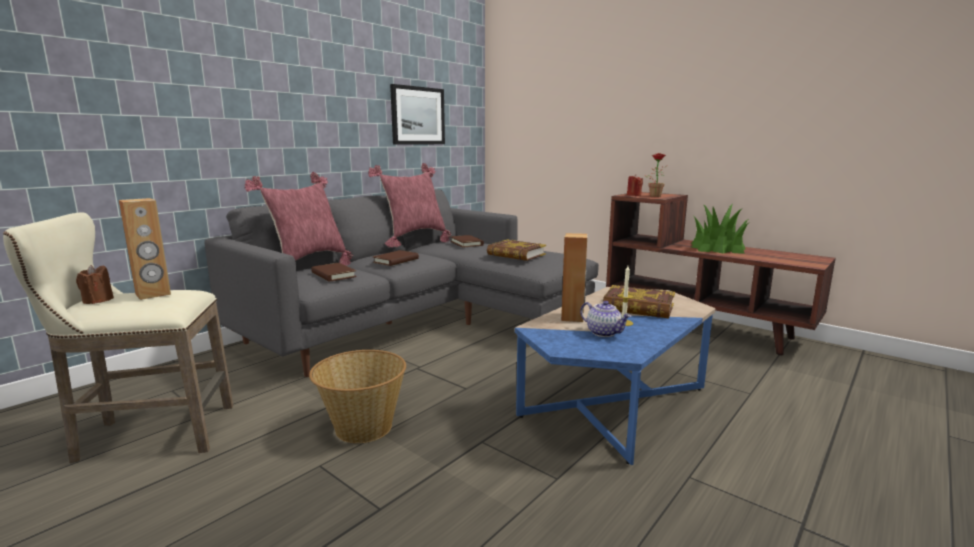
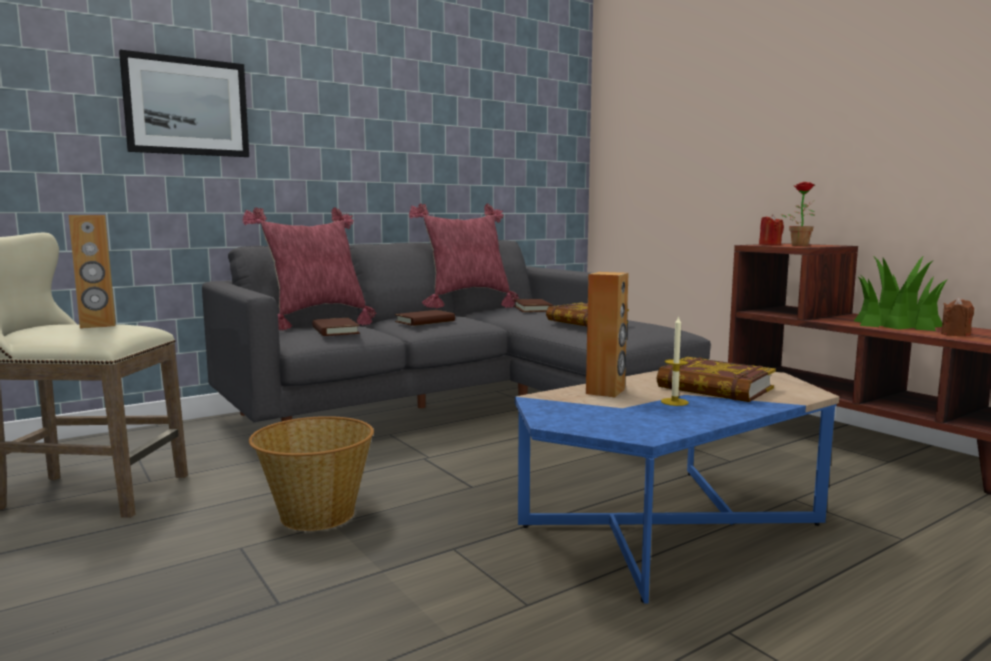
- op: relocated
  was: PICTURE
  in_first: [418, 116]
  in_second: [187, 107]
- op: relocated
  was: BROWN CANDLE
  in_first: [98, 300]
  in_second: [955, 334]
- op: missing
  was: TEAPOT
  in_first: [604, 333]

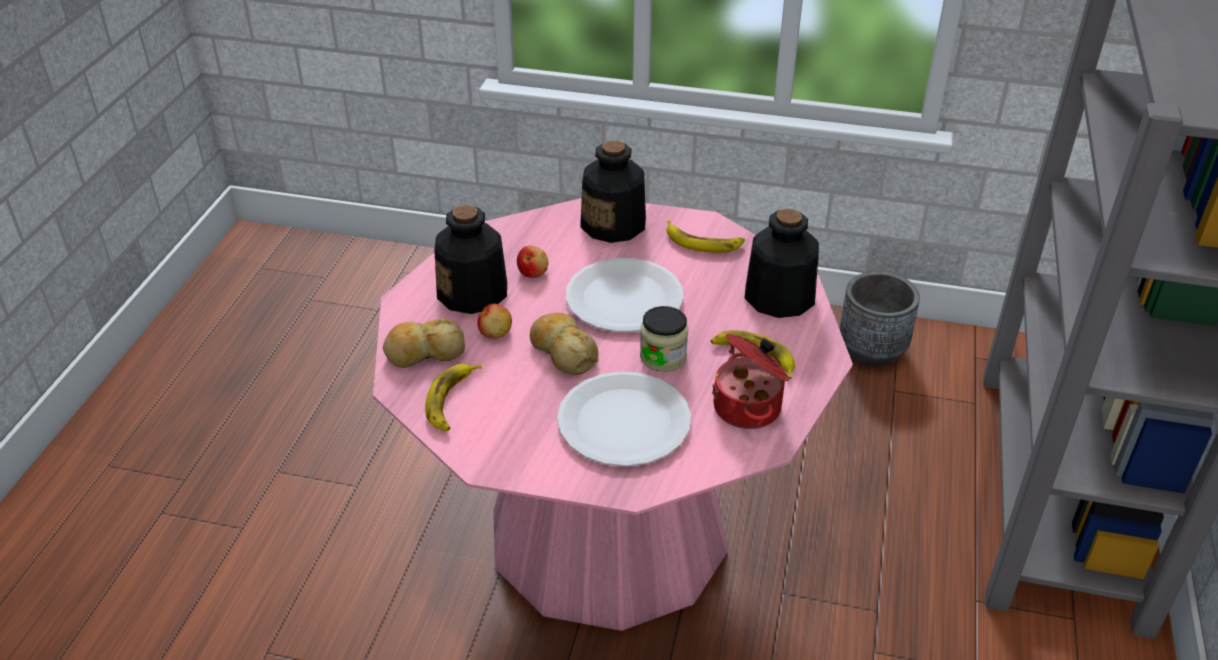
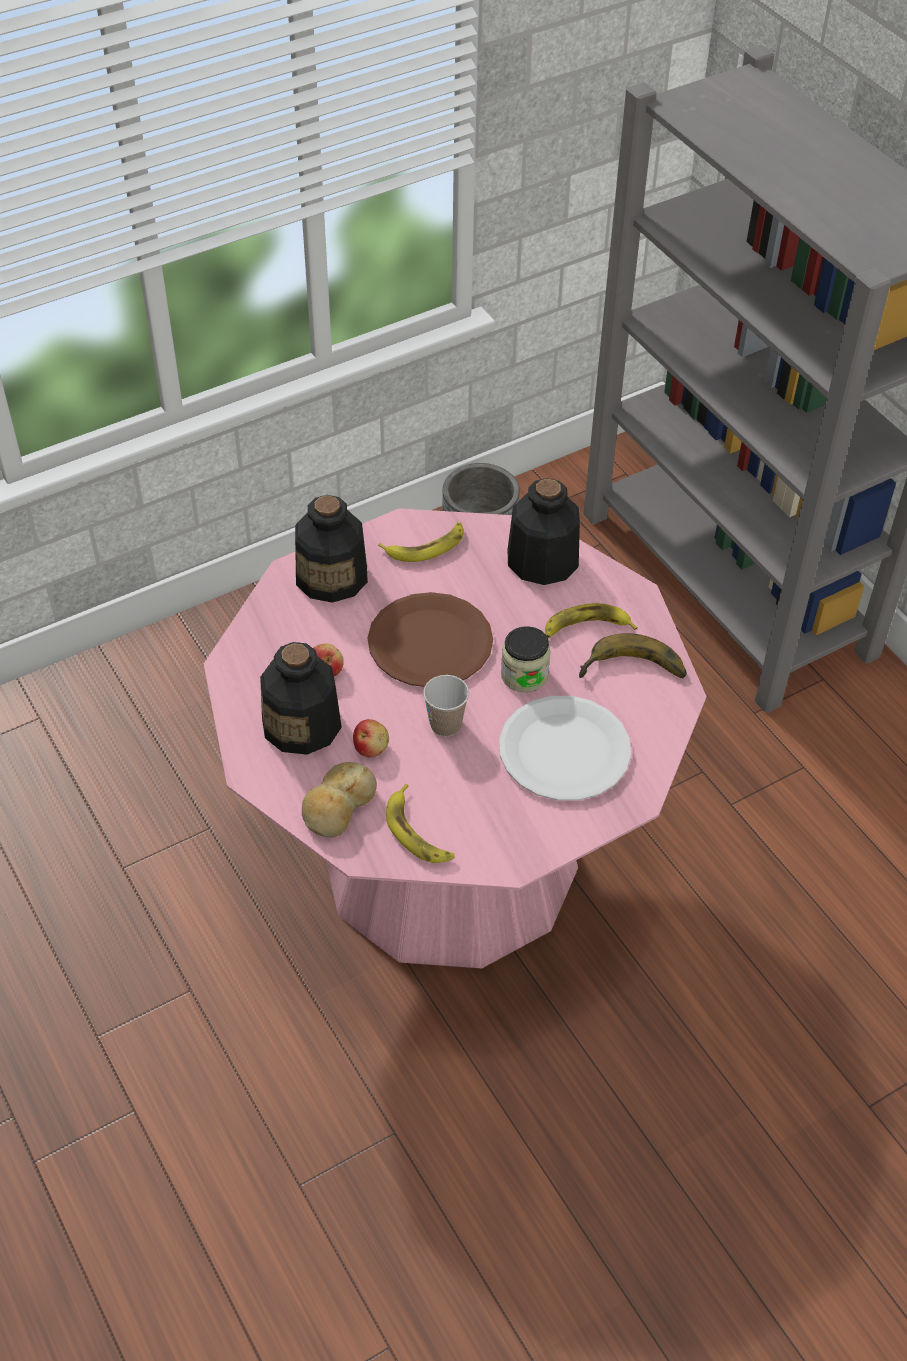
- op: colour
  was: WHITE PLATE
  now: BROWN PLATE
  in_first: [624, 298]
  in_second: [430, 643]
- op: exchanged
  was: BREAD
  now: CUP
  in_first: [563, 351]
  in_second: [445, 725]
- op: exchanged
  was: COOKING POT
  now: BANANA
  in_first: [749, 407]
  in_second: [633, 673]

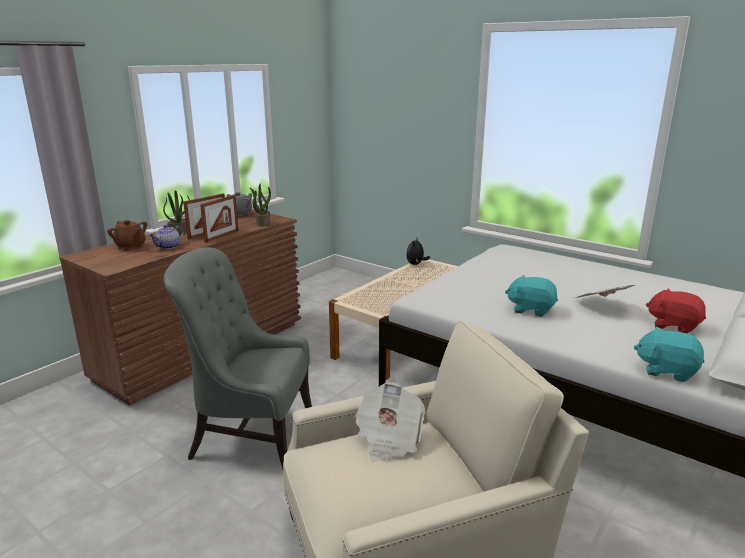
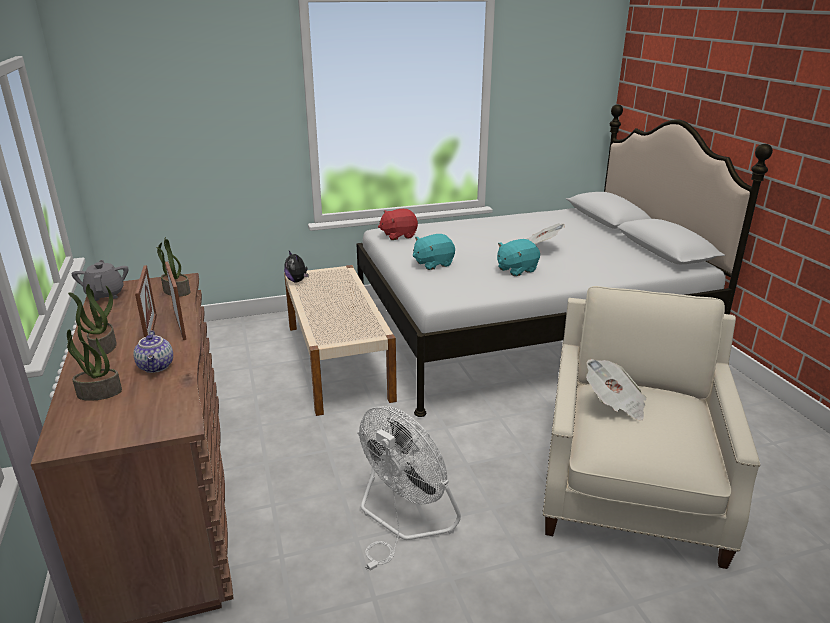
- op: exchanged
  was: BROWN TEAPOT
  now: POTTED PLANT
  in_first: [130, 246]
  in_second: [99, 393]
- op: exchanged
  was: GREY CHAIR
  now: WHITE FAN
  in_first: [250, 434]
  in_second: [397, 518]
- op: relocated
  was: RED PLUSH TOY
  in_first: [673, 325]
  in_second: [398, 235]
- op: relocated
  was: TURQUOISE PLUSH TOY
  in_first: [666, 370]
  in_second: [433, 264]

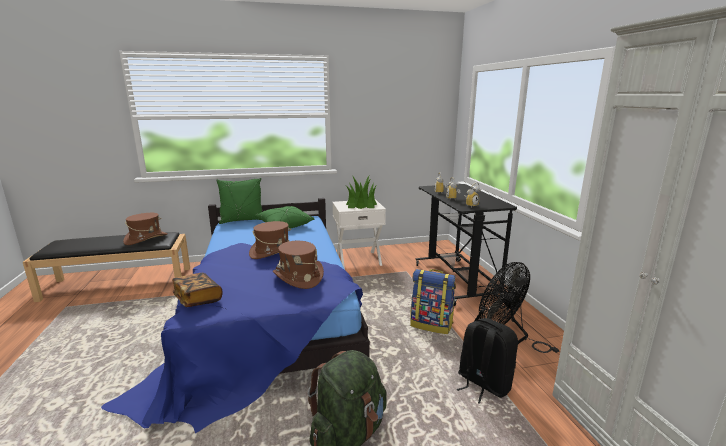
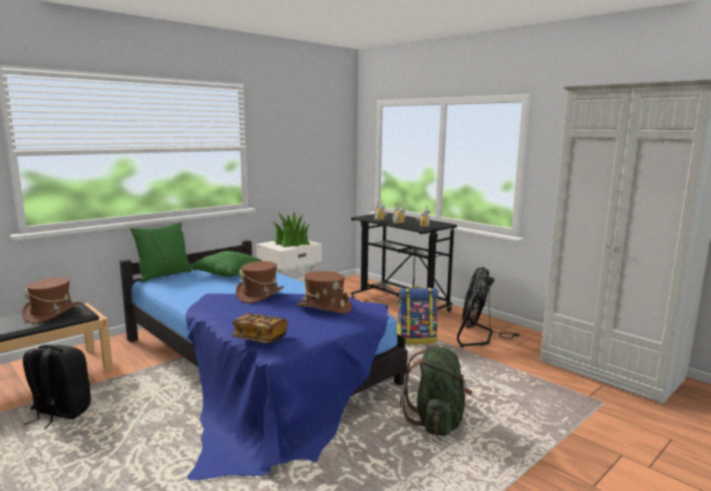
- op: relocated
  was: BLACK BACKPACK
  in_first: [483, 384]
  in_second: [60, 413]

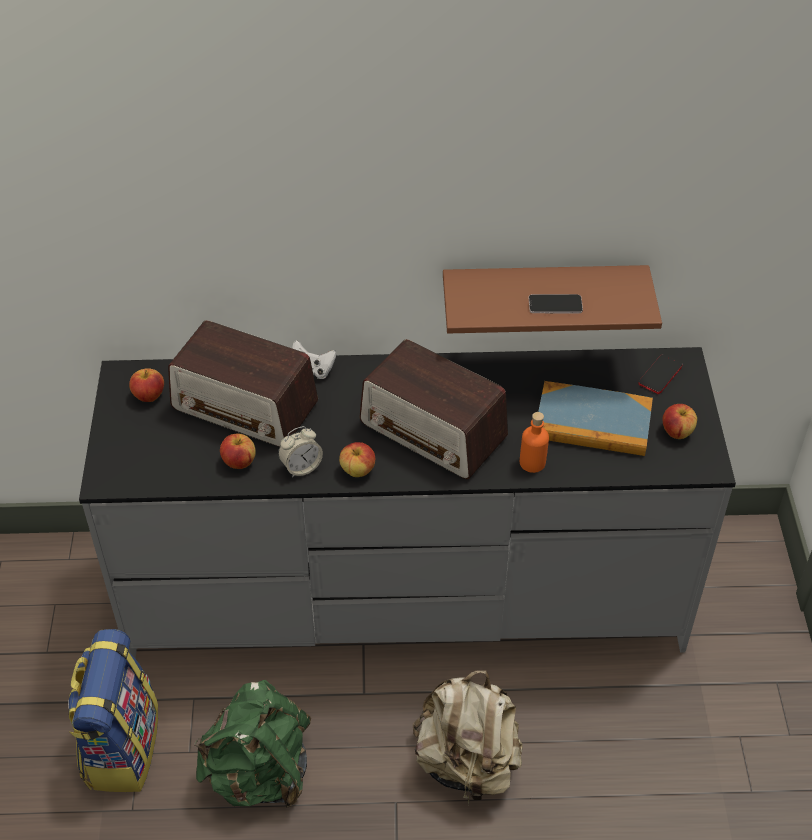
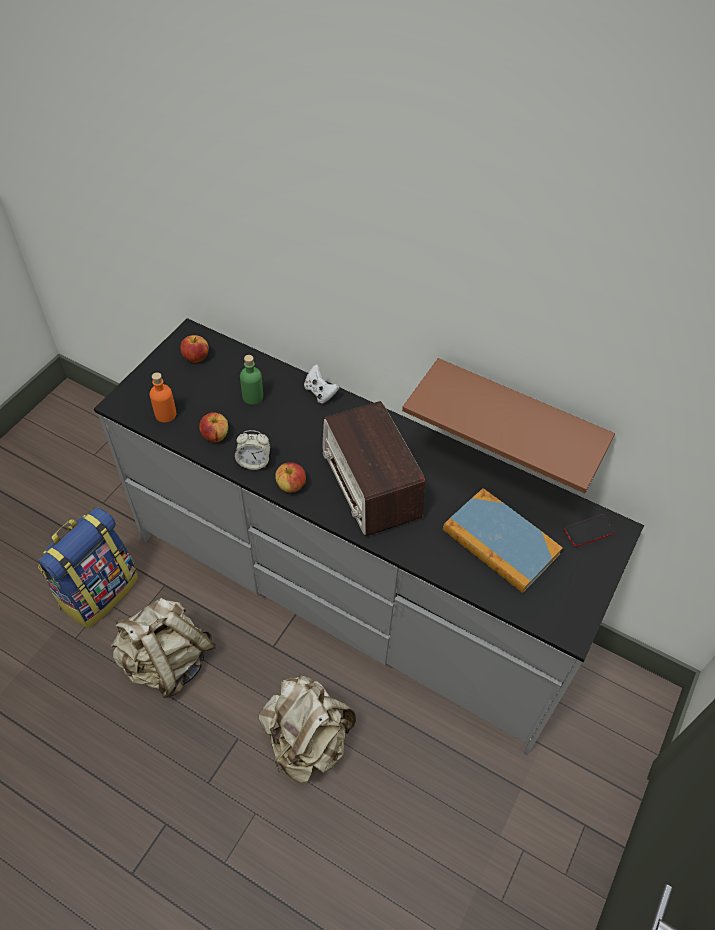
- op: missing
  was: PHONE
  in_first: [555, 305]
- op: exchanged
  was: RADIO
  now: GREEN BOTTLE
  in_first: [245, 406]
  in_second: [252, 397]
- op: missing
  was: APPLE
  in_first: [677, 432]
- op: relocated
  was: ORANGE BOTTLE
  in_first: [532, 462]
  in_second: [165, 414]
- op: colour
  was: GREEN BACKPACK
  now: BEIGE BACKPACK
  in_first: [260, 773]
  in_second: [167, 661]

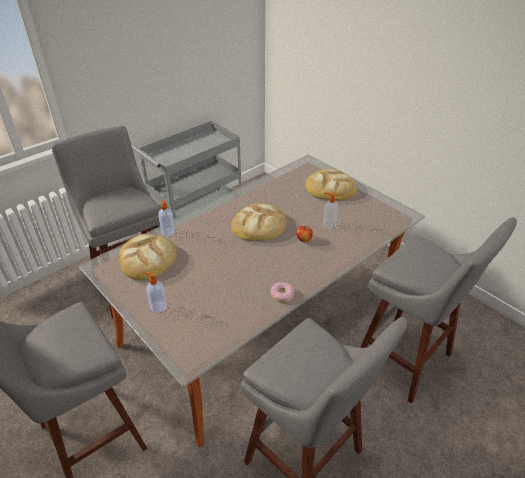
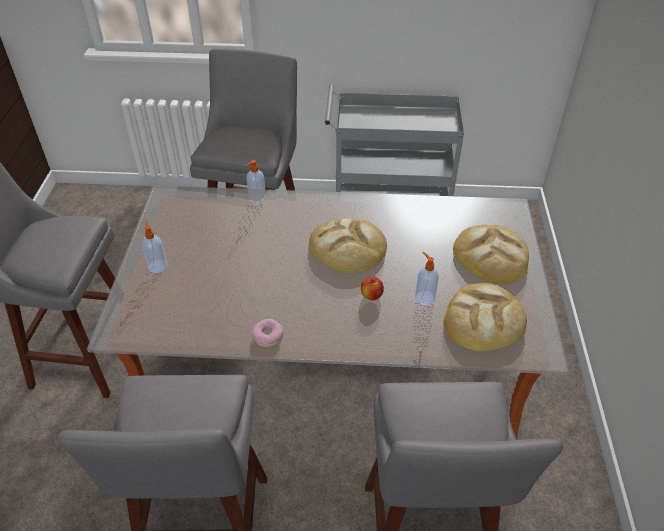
- op: relocated
  was: BREAD
  in_first: [148, 259]
  in_second: [483, 320]

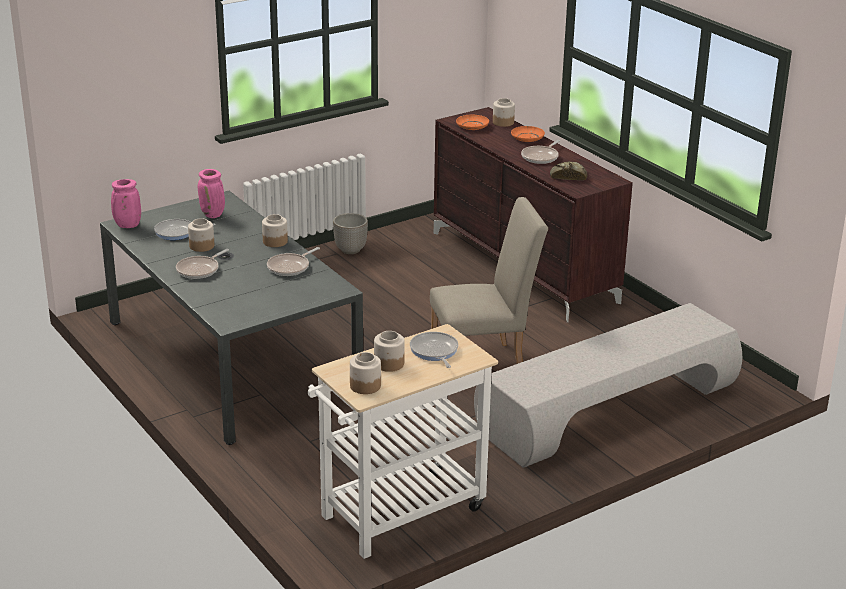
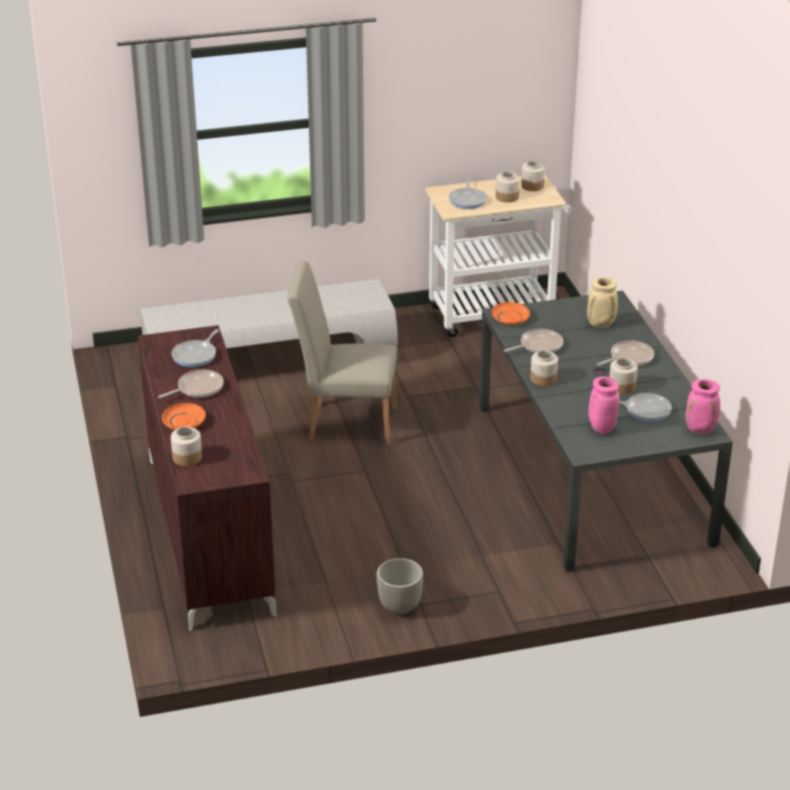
- op: relocated
  was: ORANGE PLATE
  in_first: [472, 126]
  in_second: [510, 318]
- op: exchanged
  was: BREAD
  now: FRYING PAN
  in_first: [568, 176]
  in_second: [196, 355]
- op: appeared
  now: BEIGE VASE
  in_second: [601, 324]

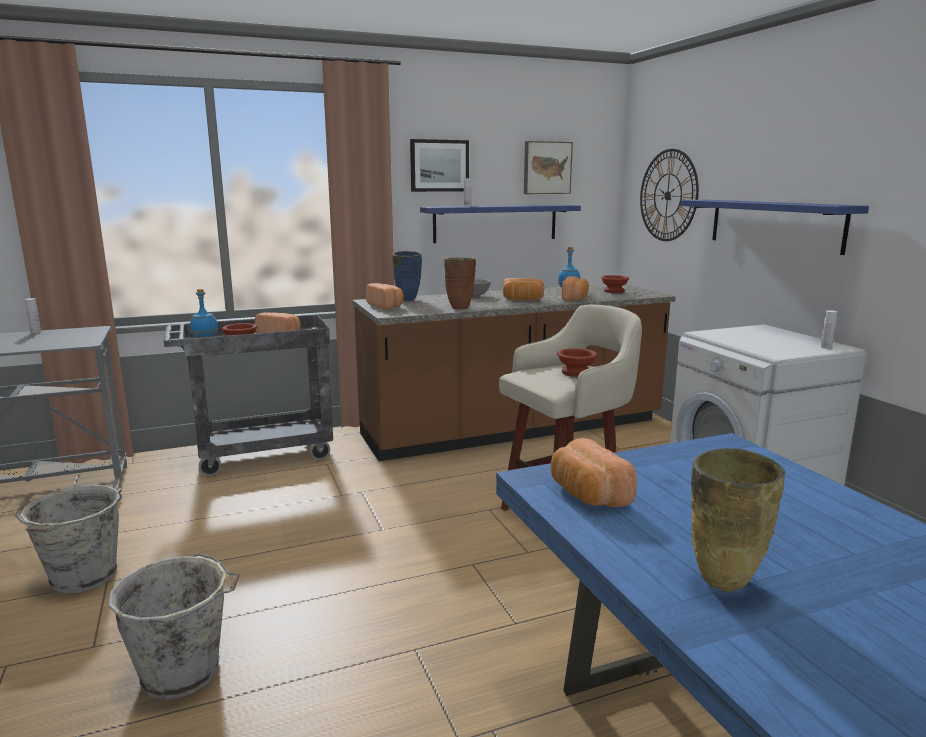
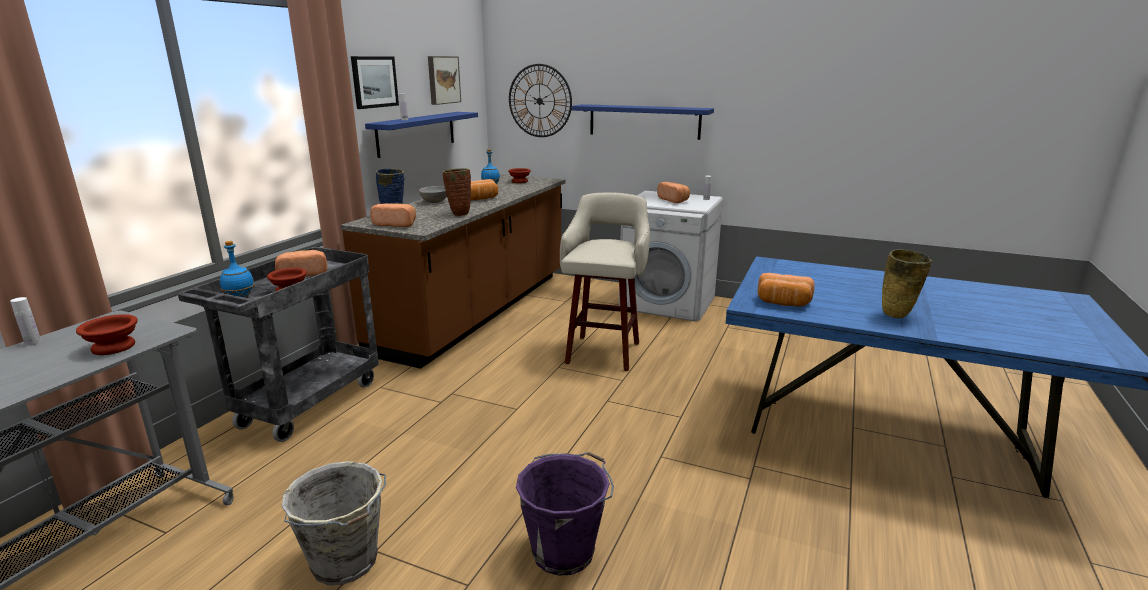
- op: relocated
  was: BREAD
  in_first: [575, 299]
  in_second: [674, 200]
- op: relocated
  was: BROWN BOWL
  in_first: [576, 373]
  in_second: [114, 347]
- op: colour
  was: GREY BUCKET
  now: PURPLE BUCKET
  in_first: [184, 672]
  in_second: [565, 550]

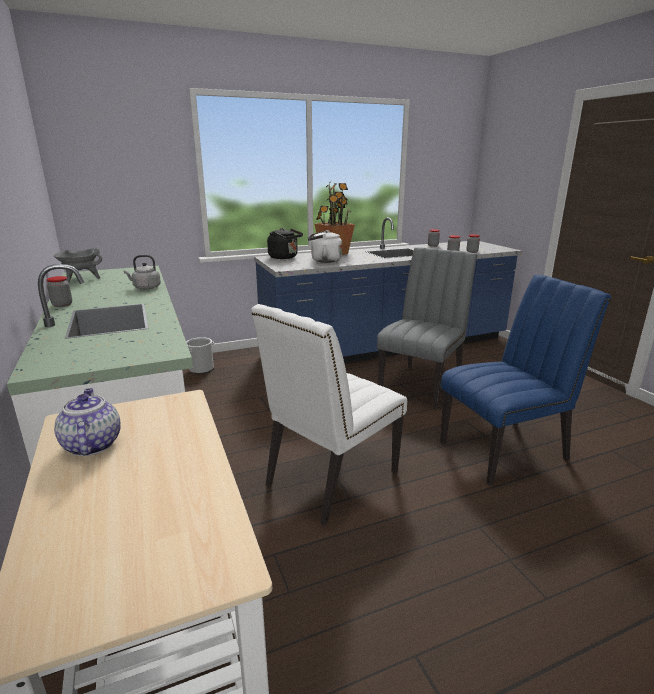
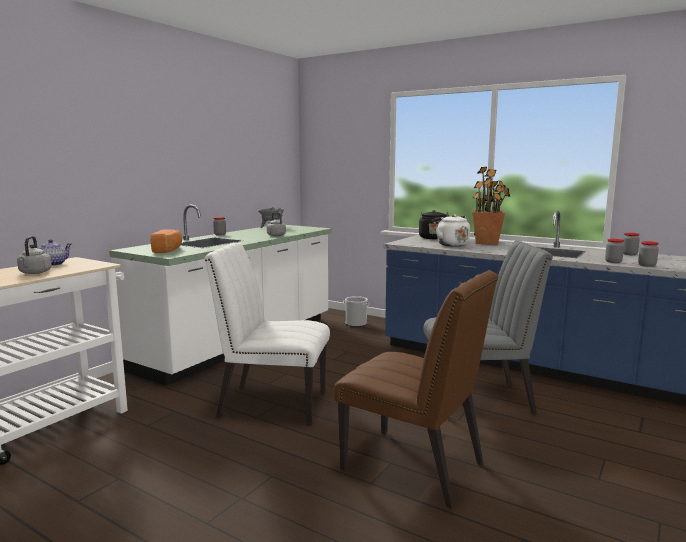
- op: colour
  was: BLUE CHAIR
  now: BROWN CHAIR
  in_first: [502, 451]
  in_second: [411, 466]
- op: appeared
  now: BREAD
  in_second: [168, 250]
- op: appeared
  now: GREY KETTLE
  in_second: [34, 273]

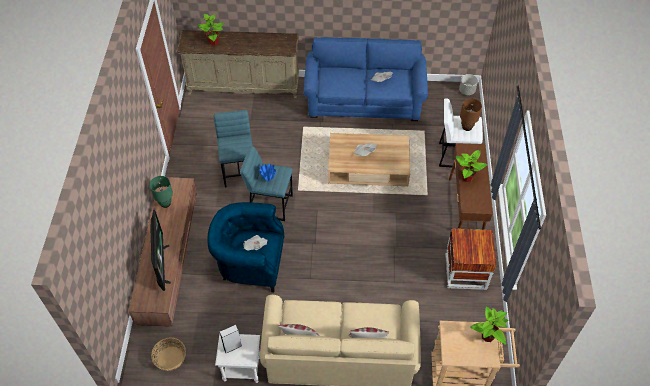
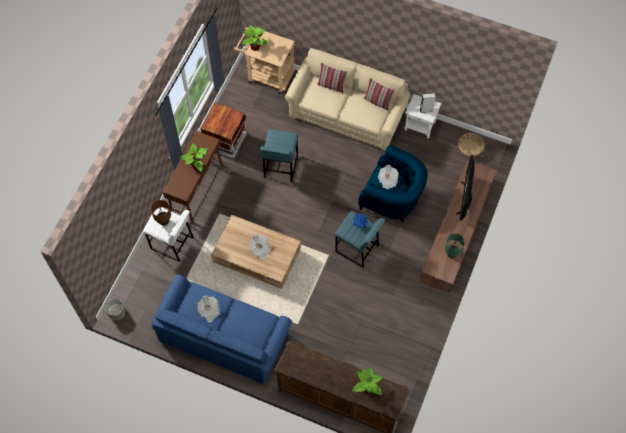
- op: relocated
  was: BLUE STOOL
  in_first: [239, 170]
  in_second: [280, 167]

